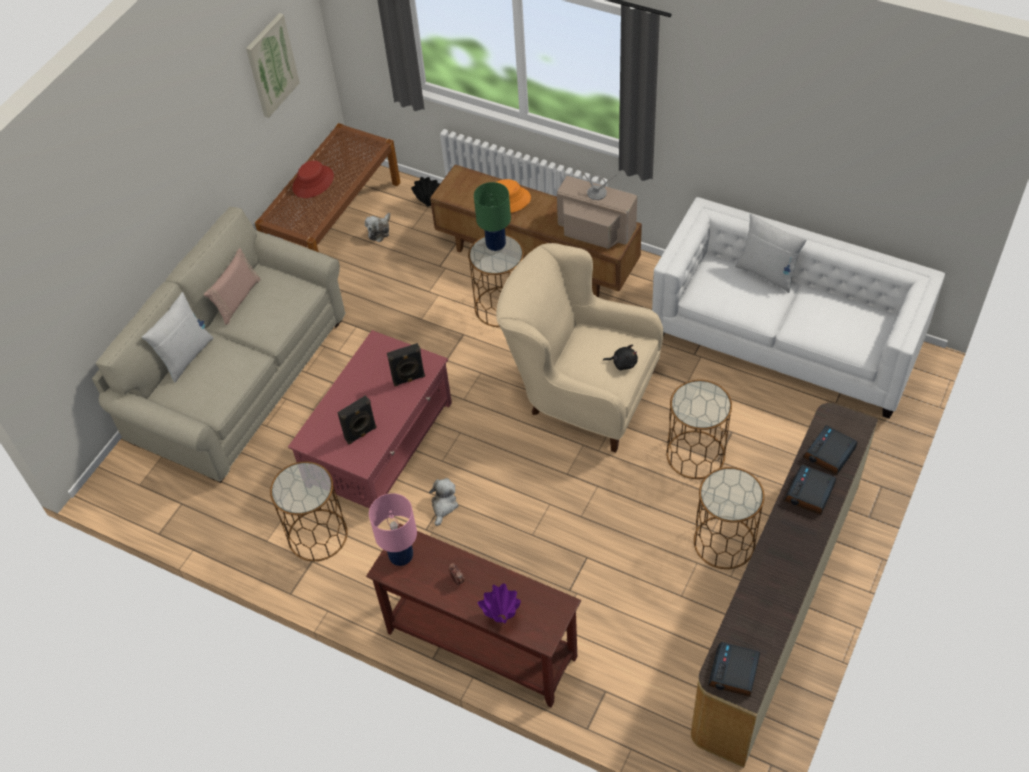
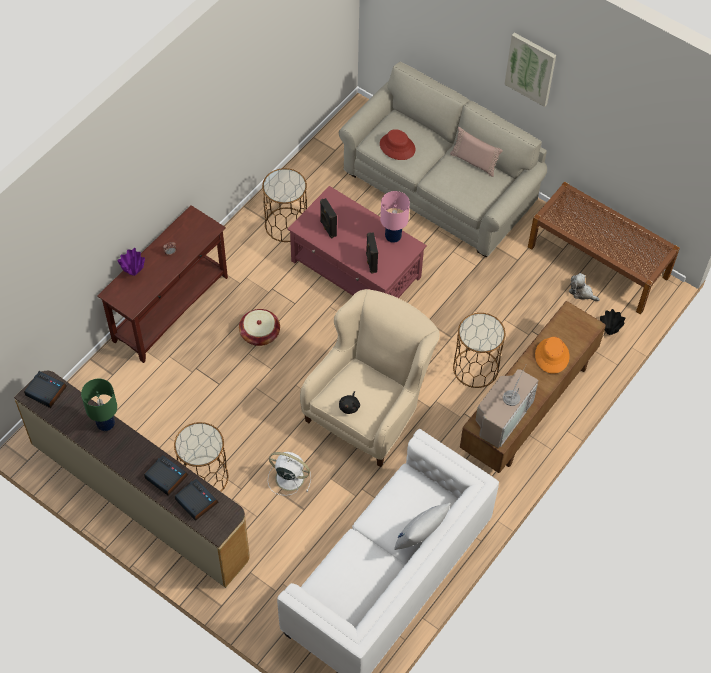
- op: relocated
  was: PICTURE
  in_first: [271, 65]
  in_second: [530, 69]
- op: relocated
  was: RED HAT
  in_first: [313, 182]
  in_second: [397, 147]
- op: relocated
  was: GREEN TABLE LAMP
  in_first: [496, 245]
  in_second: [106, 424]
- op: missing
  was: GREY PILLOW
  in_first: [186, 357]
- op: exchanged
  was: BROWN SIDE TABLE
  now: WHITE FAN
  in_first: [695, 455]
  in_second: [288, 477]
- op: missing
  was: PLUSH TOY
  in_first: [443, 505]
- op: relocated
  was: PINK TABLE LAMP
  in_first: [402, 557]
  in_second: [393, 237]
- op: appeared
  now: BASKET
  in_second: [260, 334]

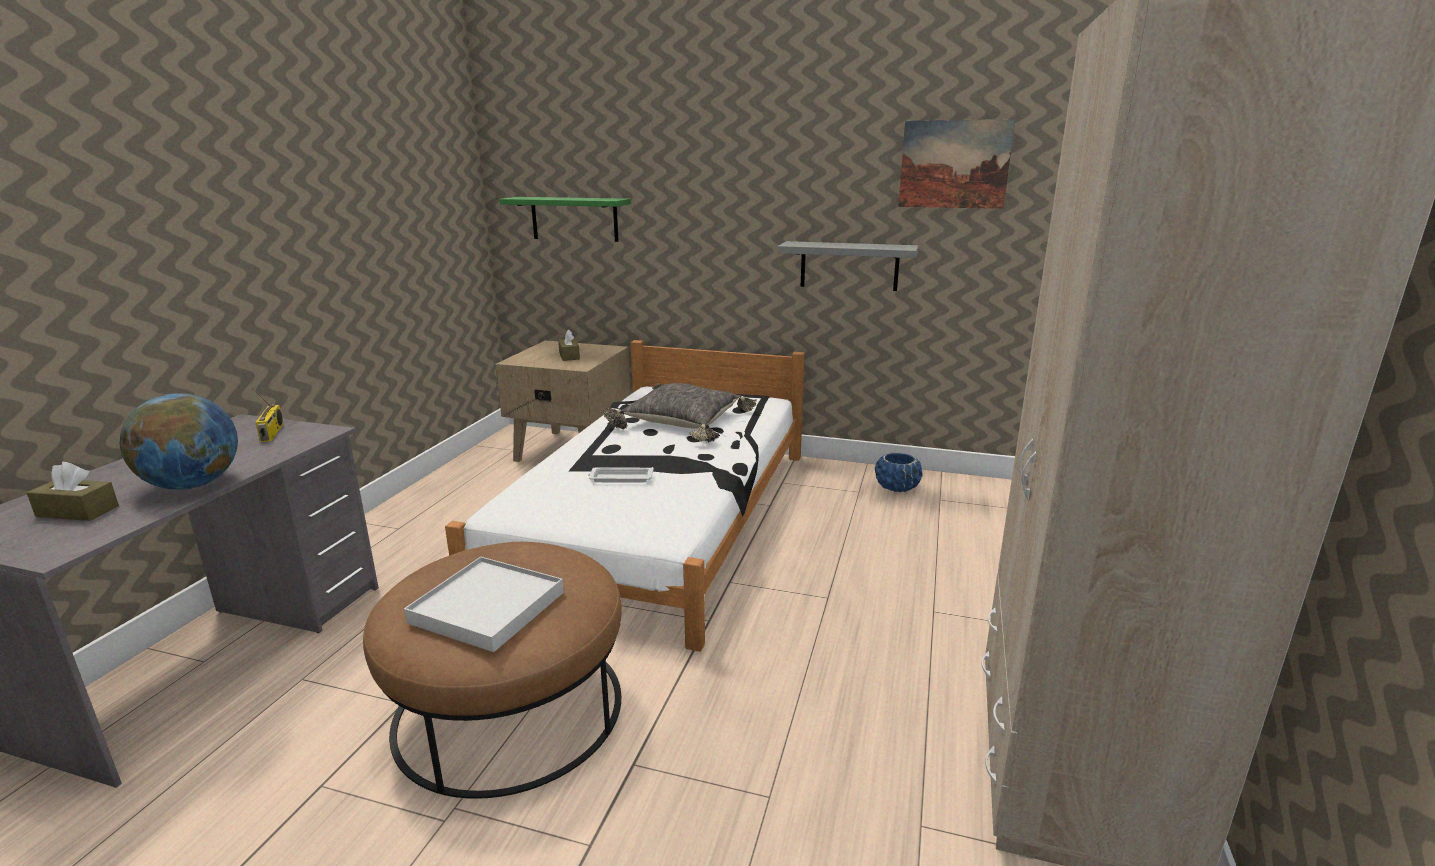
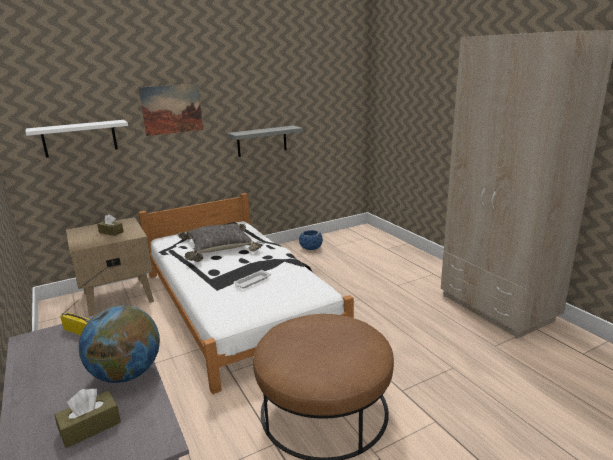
- op: relocated
  was: PICTURE
  in_first: [954, 164]
  in_second: [172, 109]
- op: colour
  was: GREEN SHELF
  now: WHITE SHELF
  in_first: [574, 219]
  in_second: [80, 138]
- op: missing
  was: WHITE TRAY
  in_first: [488, 607]

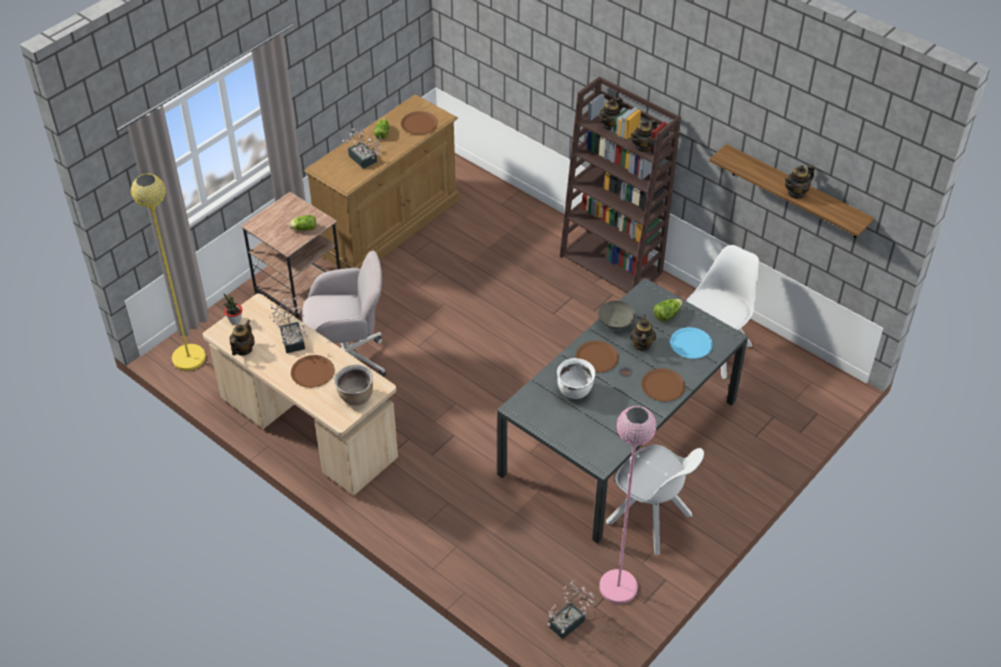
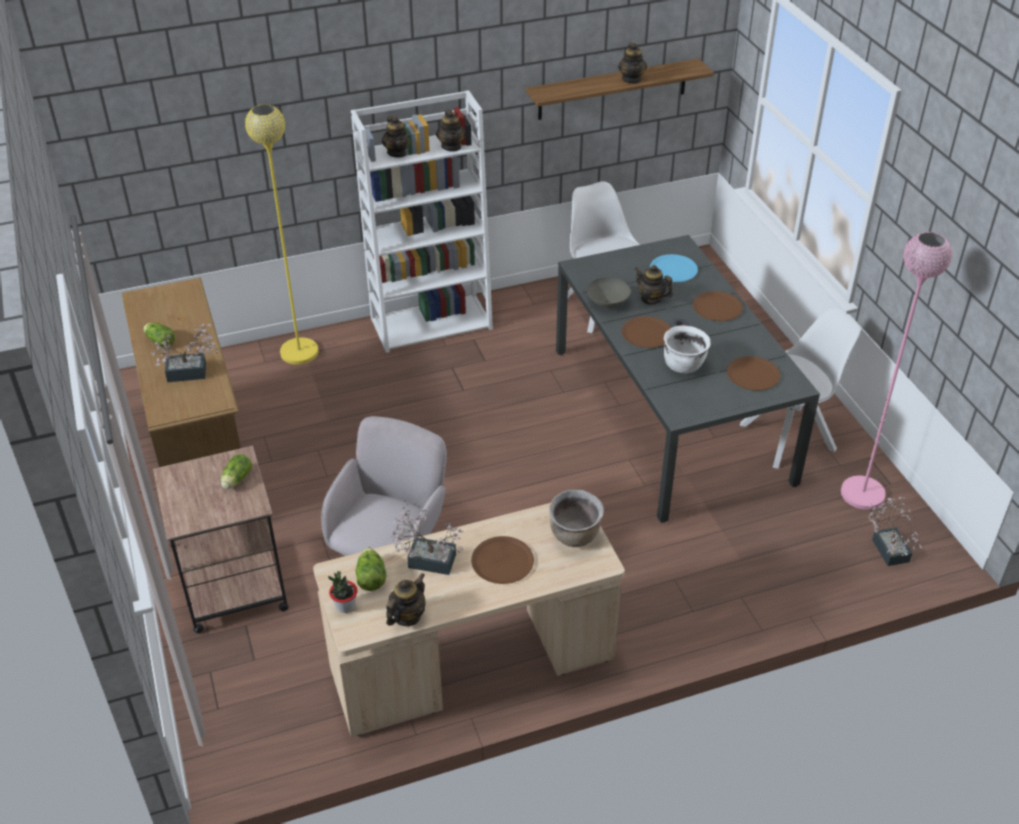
- op: colour
  was: BROWN BOOKCASE
  now: WHITE BOOKCASE
  in_first: [612, 264]
  in_second: [432, 323]
- op: relocated
  was: BROWN PLATE
  in_first: [419, 124]
  in_second: [753, 375]
- op: relocated
  was: YELLOW FLOOR LAMP
  in_first: [189, 358]
  in_second: [299, 352]
- op: relocated
  was: LETTUCE
  in_first: [667, 314]
  in_second: [370, 577]
- op: spun
  was: TEAPOT
  in_first: [243, 349]
  in_second: [407, 616]
  clockwise: 75

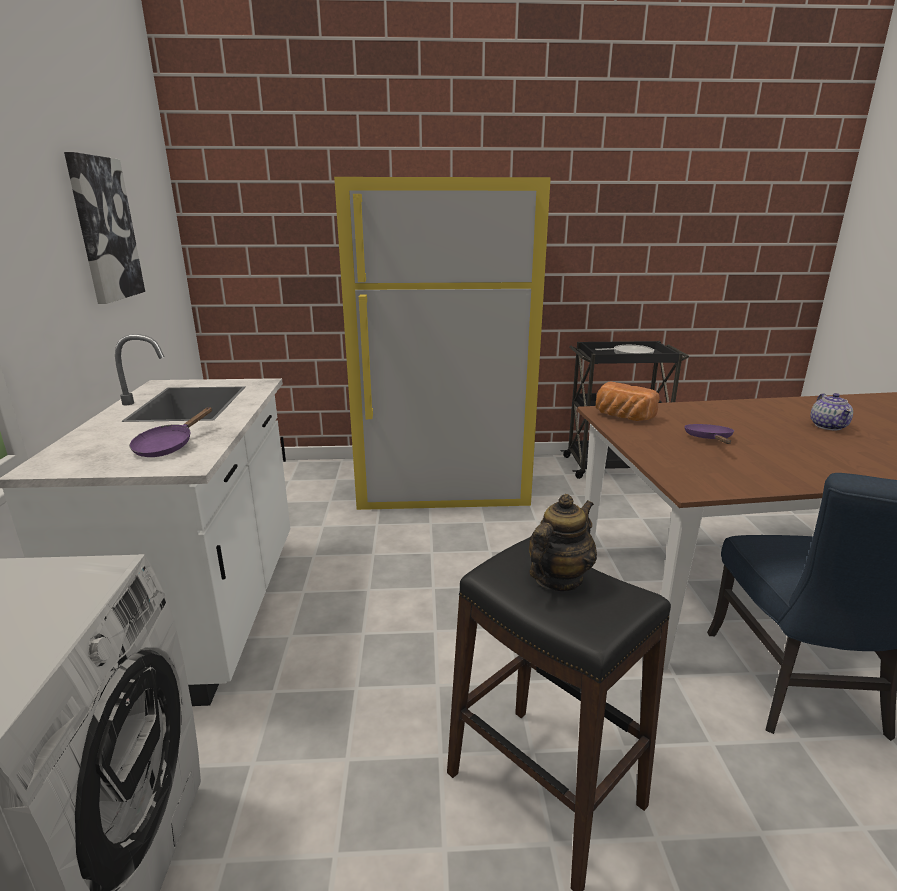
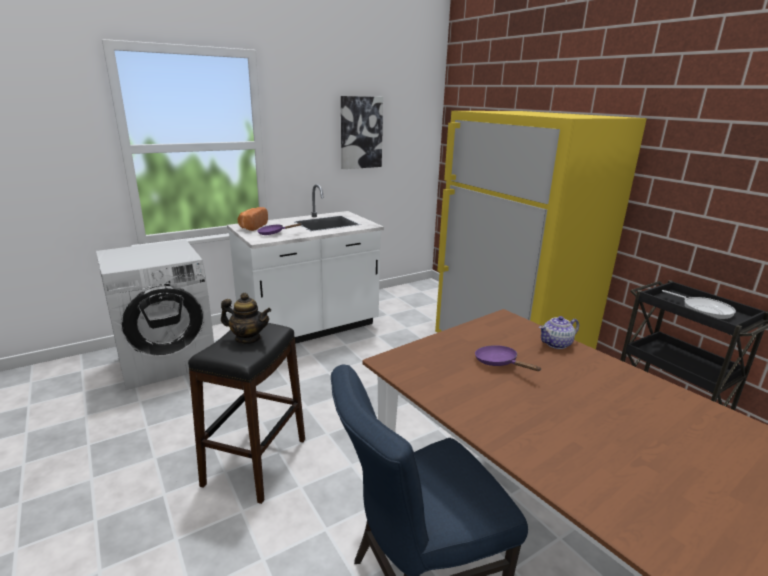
- op: relocated
  was: BREAD
  in_first: [622, 417]
  in_second: [252, 227]
- op: relocated
  was: TEAPOT
  in_first: [828, 426]
  in_second: [556, 344]
- op: spun
  was: PURPLE FRYING PAN
  in_first: [709, 439]
  in_second: [499, 363]
  clockwise: -105

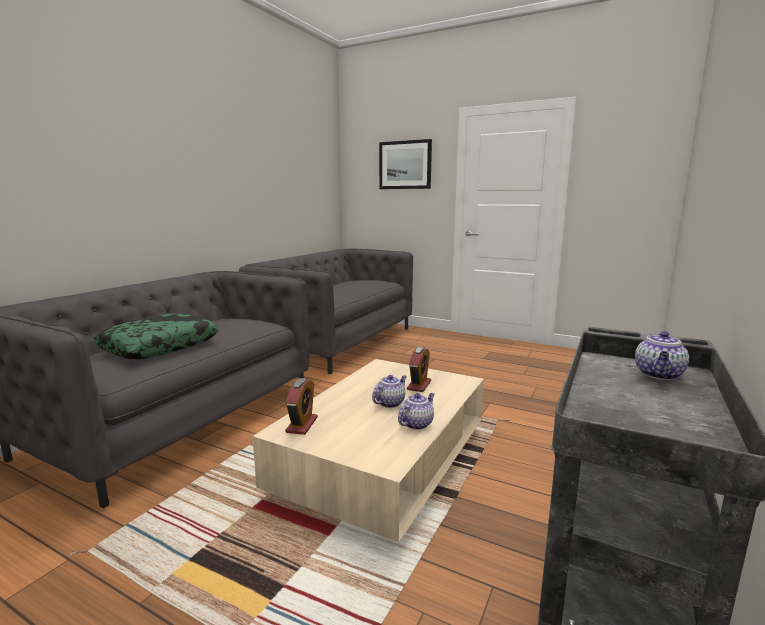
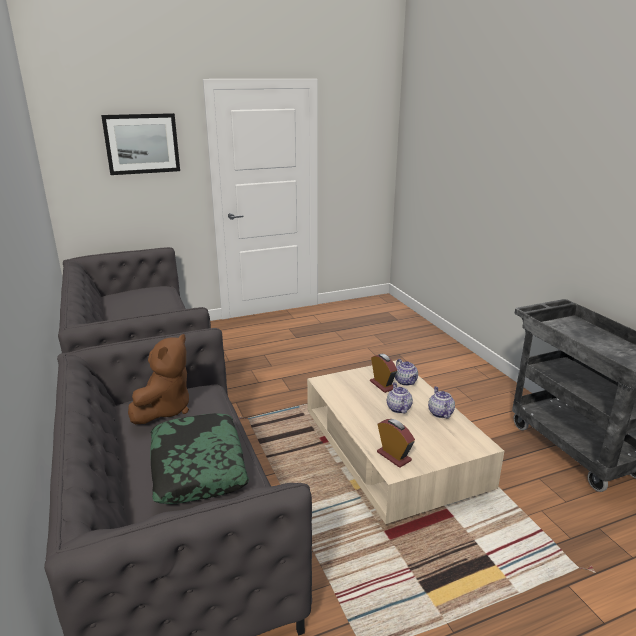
- op: relocated
  was: TEAPOT
  in_first: [659, 375]
  in_second: [406, 382]
- op: appeared
  now: BROWN PLUSH TOY
  in_second: [165, 409]

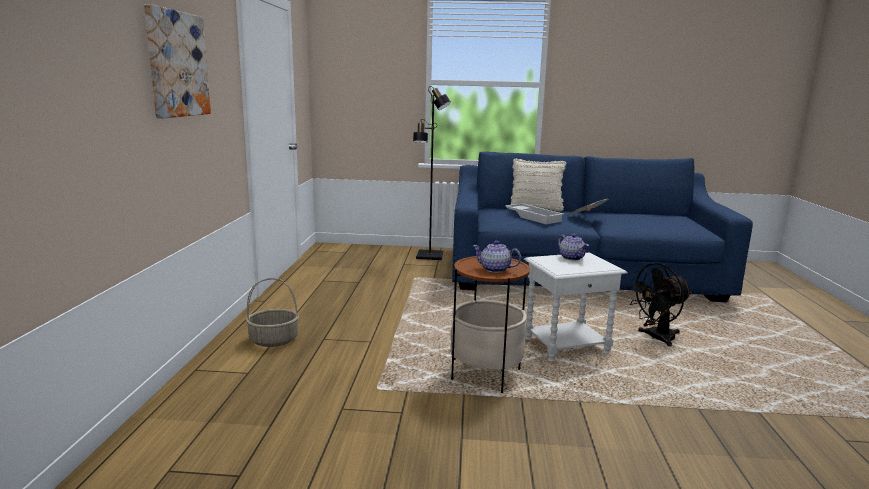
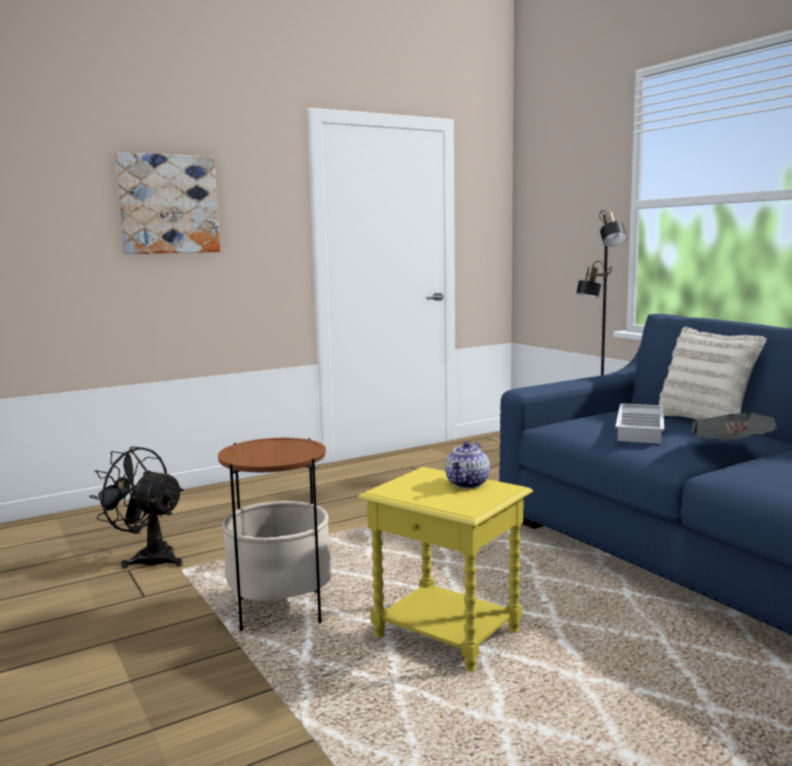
- op: missing
  was: TEAPOT
  in_first: [495, 269]
- op: colour
  was: WHITE SIDE TABLE
  now: YELLOW SIDE TABLE
  in_first: [565, 345]
  in_second: [448, 633]
- op: relocated
  was: BLACK FAN
  in_first: [656, 338]
  in_second: [148, 558]
- op: missing
  was: BASKET
  in_first: [273, 340]

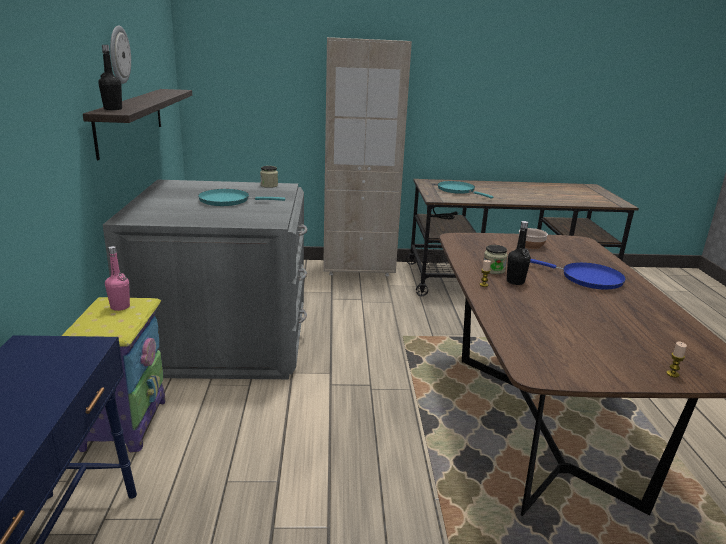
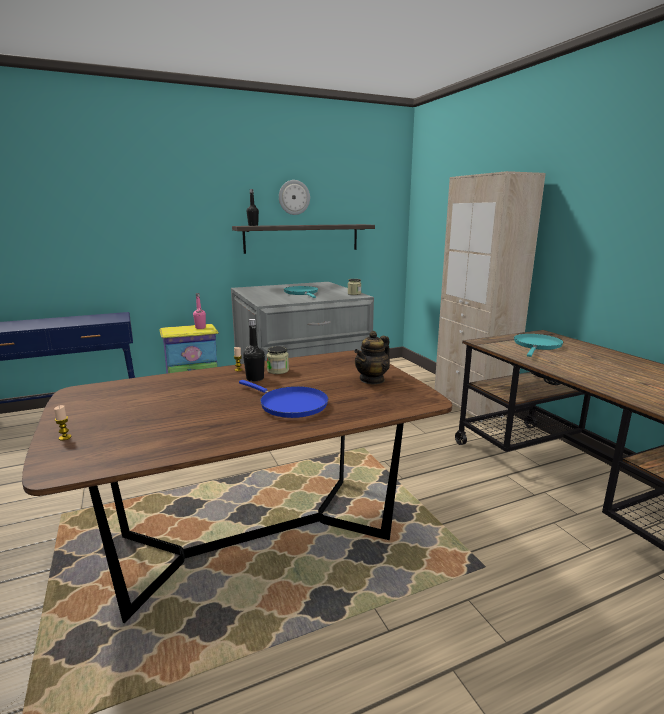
- op: exchanged
  was: BOWL
  now: TEAPOT
  in_first: [531, 245]
  in_second: [372, 380]
- op: spun
  was: BLUE FRYING PAN
  in_first: [587, 278]
  in_second: [290, 405]
  clockwise: -60

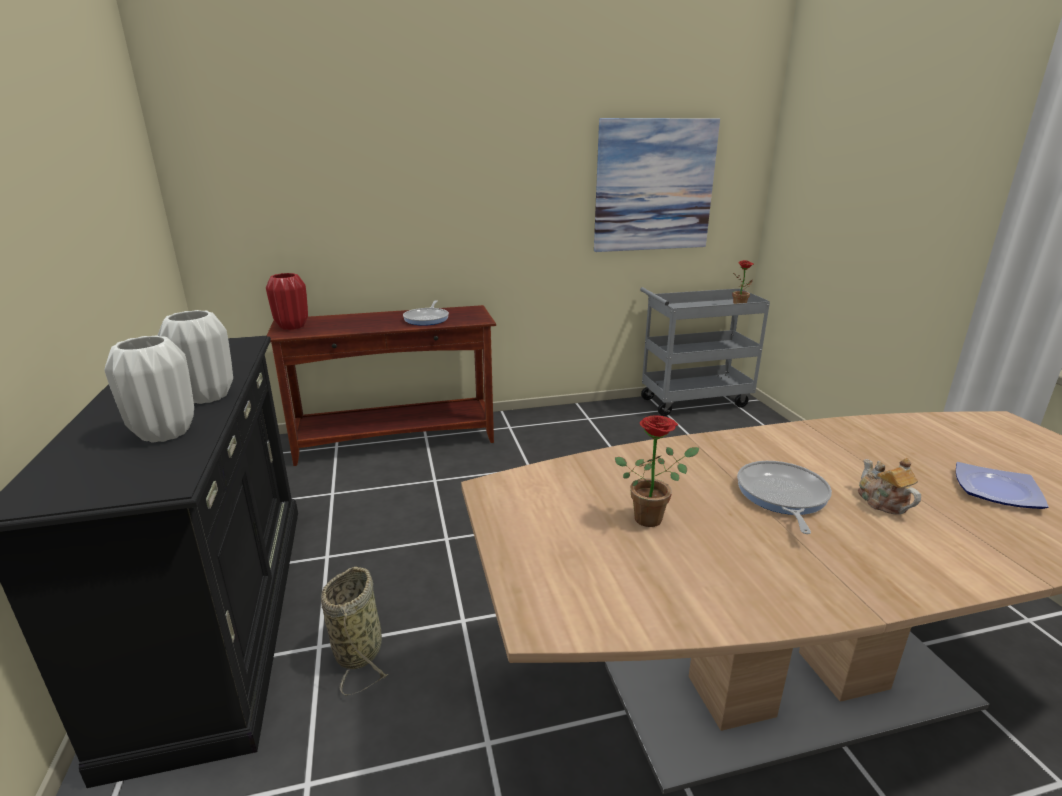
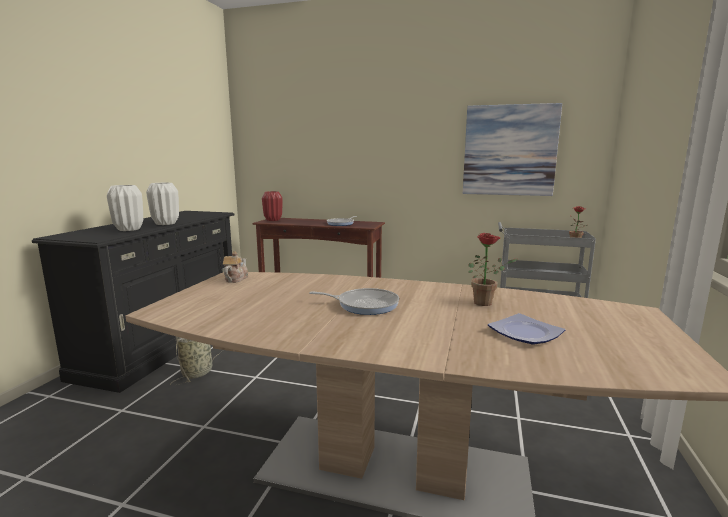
- op: relocated
  was: POTTED PLANT
  in_first: [652, 517]
  in_second: [486, 303]
- op: relocated
  was: TEAPOT
  in_first: [882, 502]
  in_second: [235, 279]
- op: spun
  was: FRYING PAN
  in_first: [781, 496]
  in_second: [364, 305]
  clockwise: 60

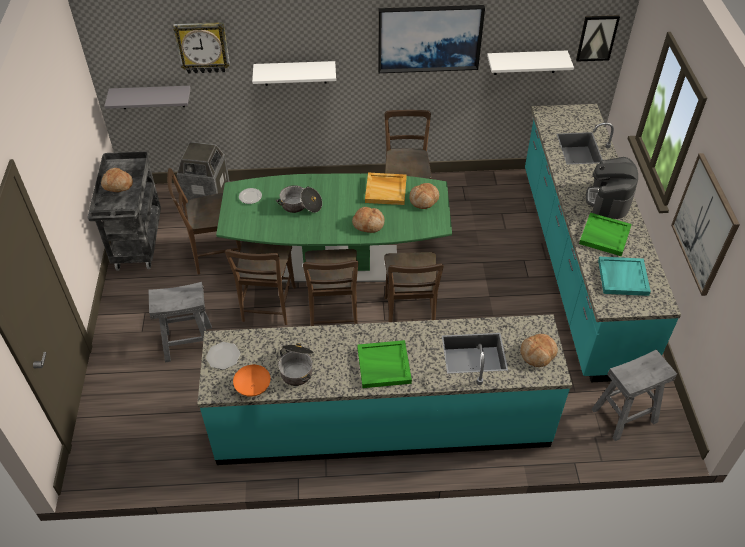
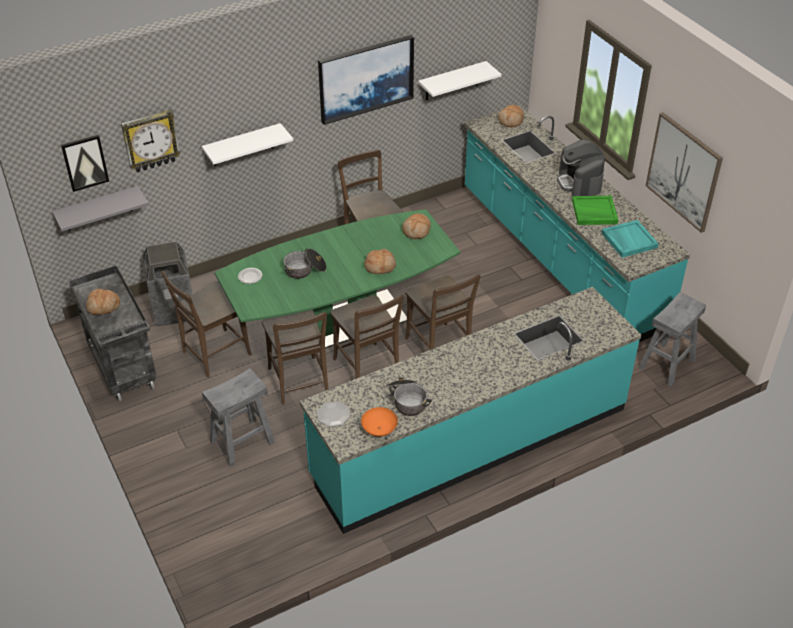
- op: relocated
  was: PICTURE
  in_first: [597, 37]
  in_second: [85, 162]
- op: missing
  was: BEIGE TRAY
  in_first: [386, 190]
- op: relocated
  was: BREAD
  in_first: [538, 354]
  in_second: [511, 121]
- op: missing
  was: GREEN TRAY
  in_first: [383, 366]

